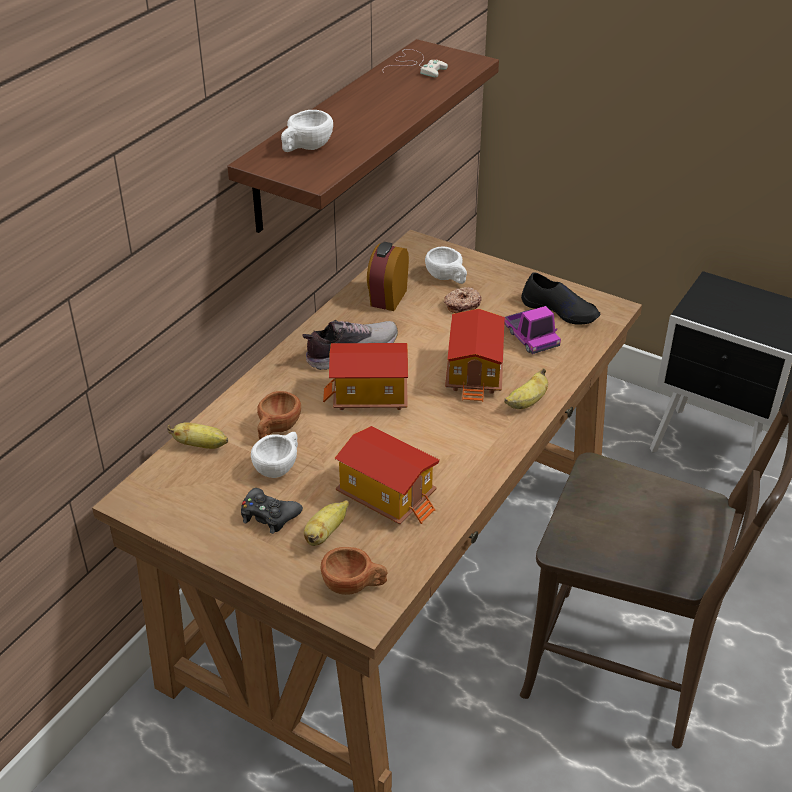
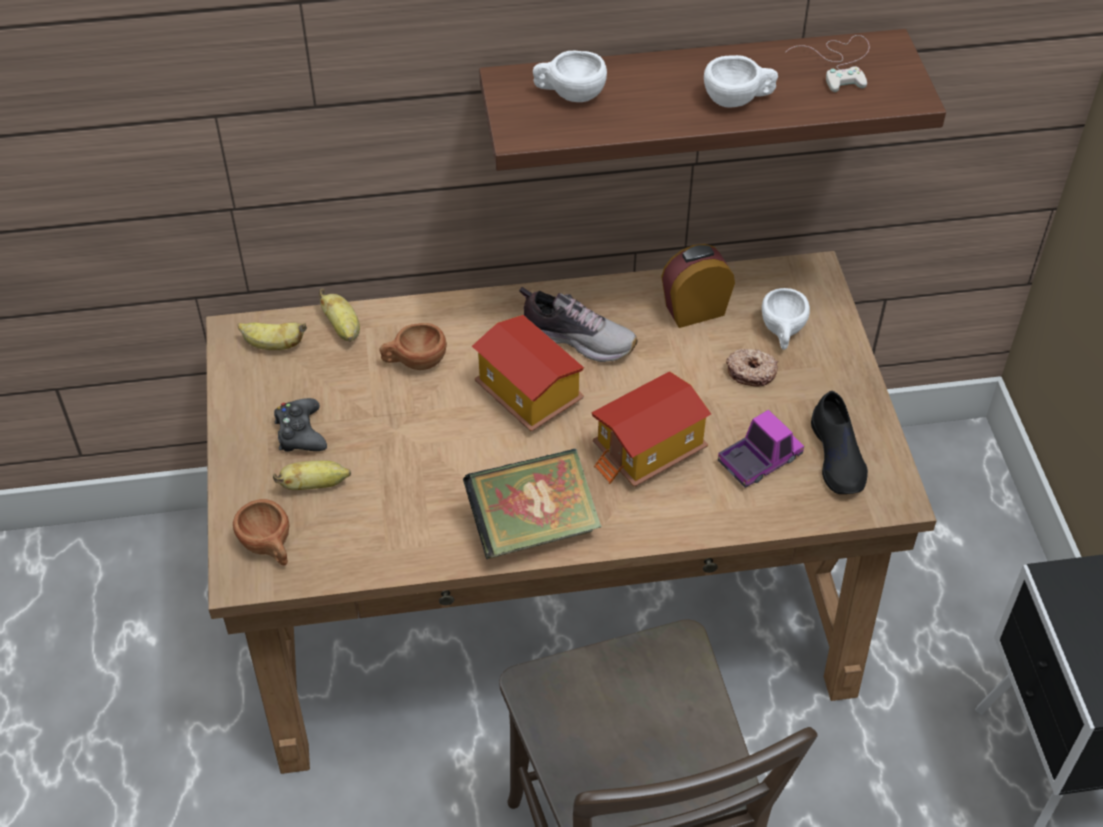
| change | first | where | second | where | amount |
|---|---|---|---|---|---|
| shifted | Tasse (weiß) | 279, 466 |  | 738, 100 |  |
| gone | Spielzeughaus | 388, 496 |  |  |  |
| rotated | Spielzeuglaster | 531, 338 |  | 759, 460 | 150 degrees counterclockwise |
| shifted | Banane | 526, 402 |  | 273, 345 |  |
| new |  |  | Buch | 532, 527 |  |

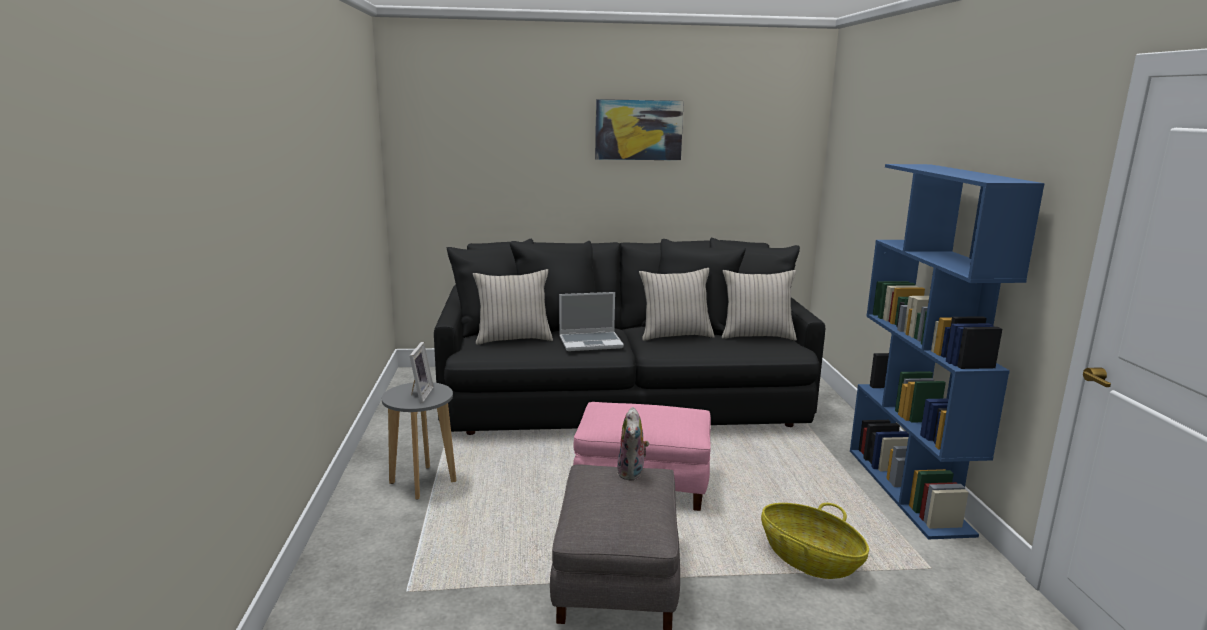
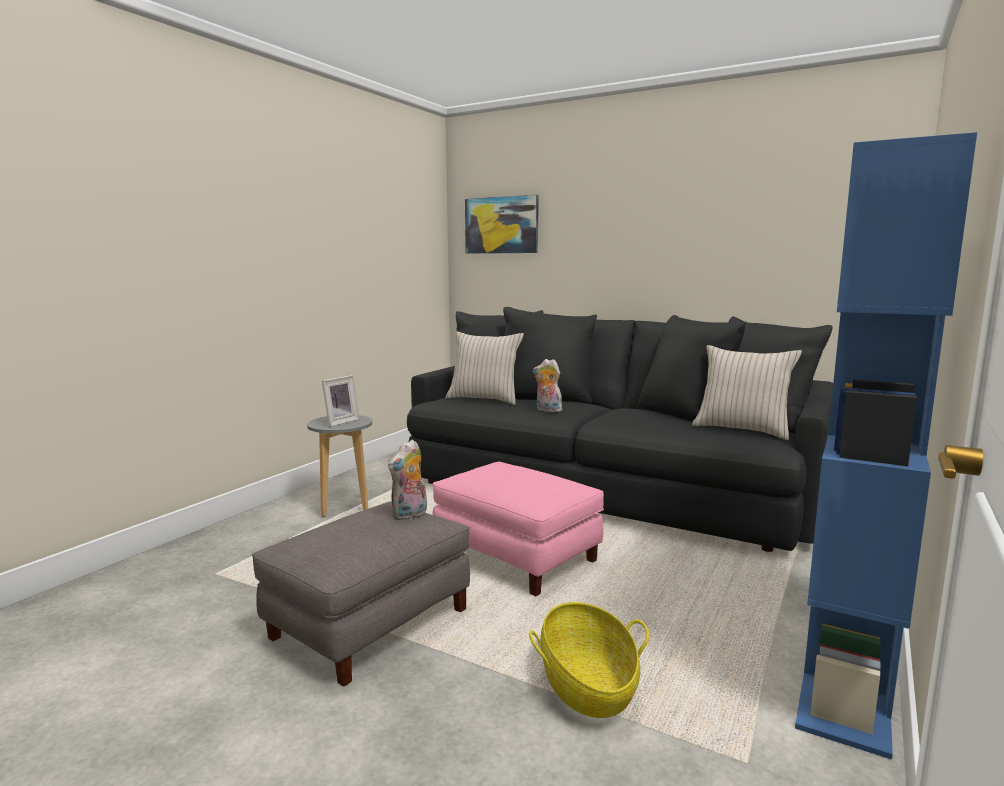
| change | first | where | second | where | amount |
|---|---|---|---|---|---|
| swapped | Laptop | 591, 342 | Plüschtier | 547, 410 |  |
| shifted | Bild | 638, 130 |  | 501, 225 |  |
| gone | Kissen (beige) | 675, 335 |  |  |  |

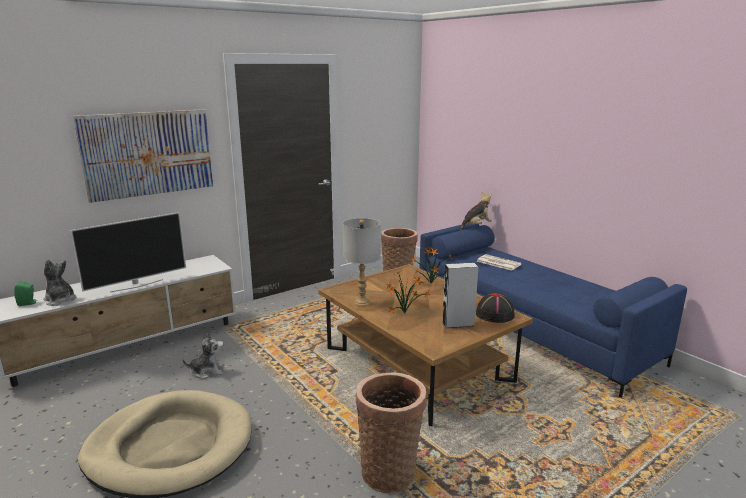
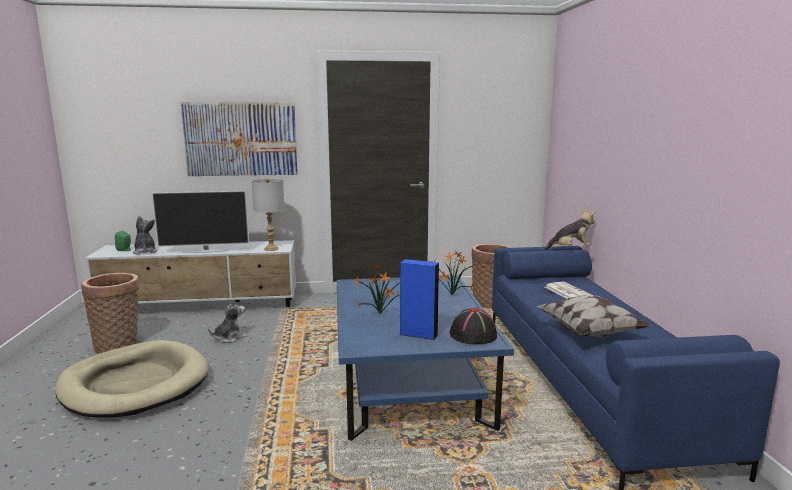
| change | first | where | second | where | amount |
|---|---|---|---|---|---|
| rotated | Plüschtier | 207, 371 |  | 229, 338 | 60 degrees counterclockwise |
| repainted | Couchtisch (braun) | 417, 365 | Couchtisch (blau) | 410, 382 |  |
| shifted | Tischlampe (grau) | 362, 303 |  | 271, 249 |  |
| shifted | Korb | 389, 470 |  | 119, 345 |  |
| repainted | Lautsprecher (grau) | 458, 324 | Lautsprecher (blau) | 418, 334 |  |
| new |  |  | Kissen | 589, 332 |  |

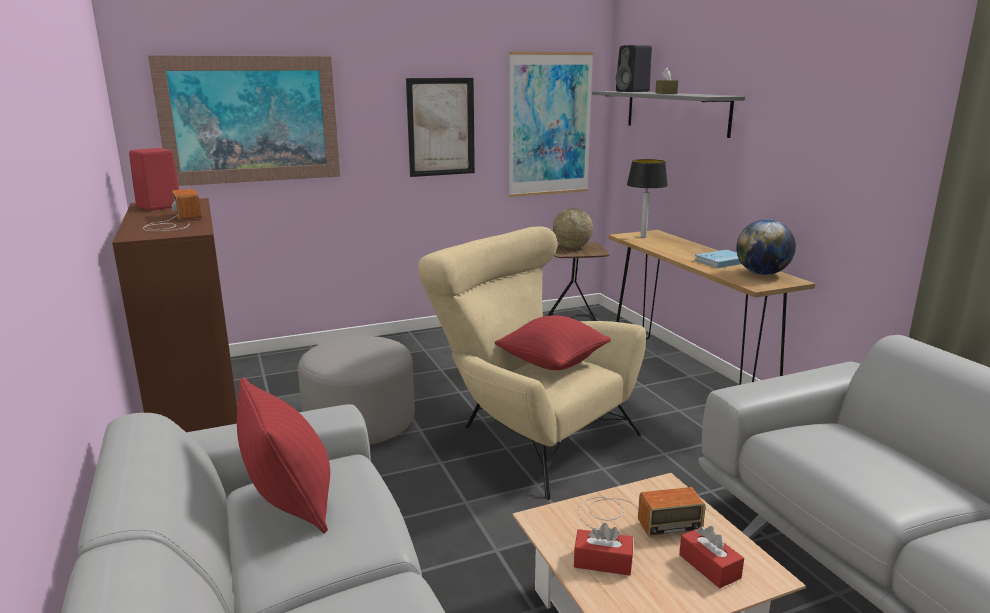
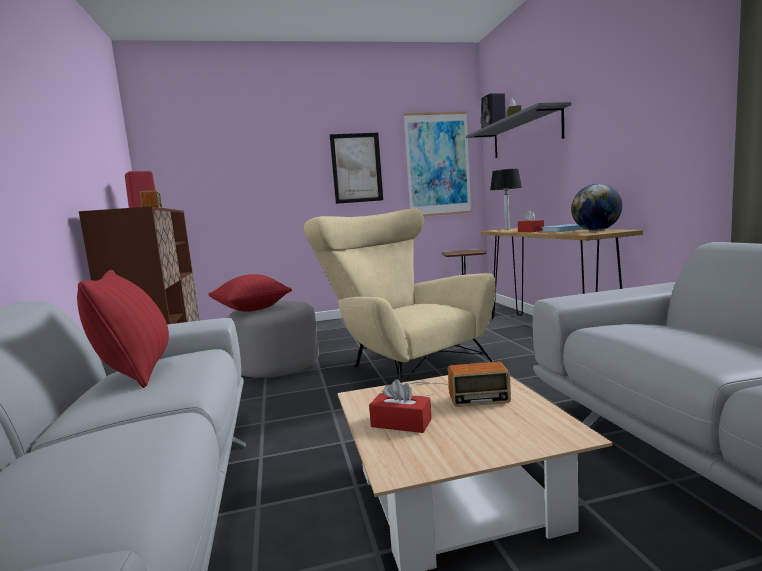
| change | first | where | second | where | amount |
|---|---|---|---|---|---|
| gone | Bild | 250, 120 |  |  |  |
| shifted | Kissen (rot) | 552, 363 |  | 251, 309 |  |
| gone | Globus | 572, 247 |  |  |  |
| shifted | Taschentuchbox (rot) | 709, 566 |  | 530, 231 |  |

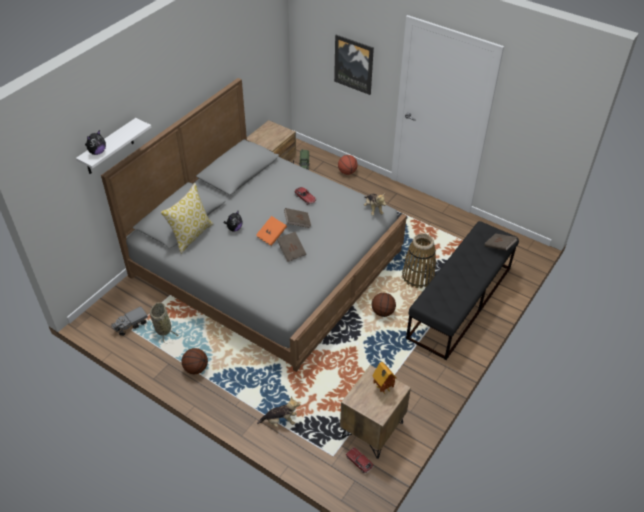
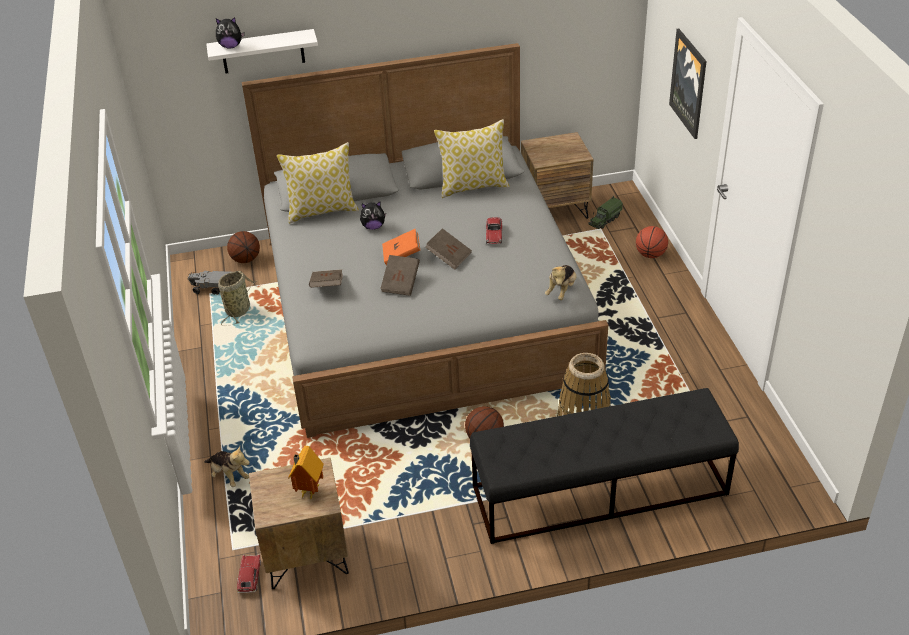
| change | first | where | second | where | amount |
|---|---|---|---|---|---|
| shifted | Basketball | 195, 368 |  | 245, 259 |  |
| shifted | Buch (braun) | 499, 247 |  | 327, 286 |  |
| new |  |  | Kissen | 473, 186 |  |

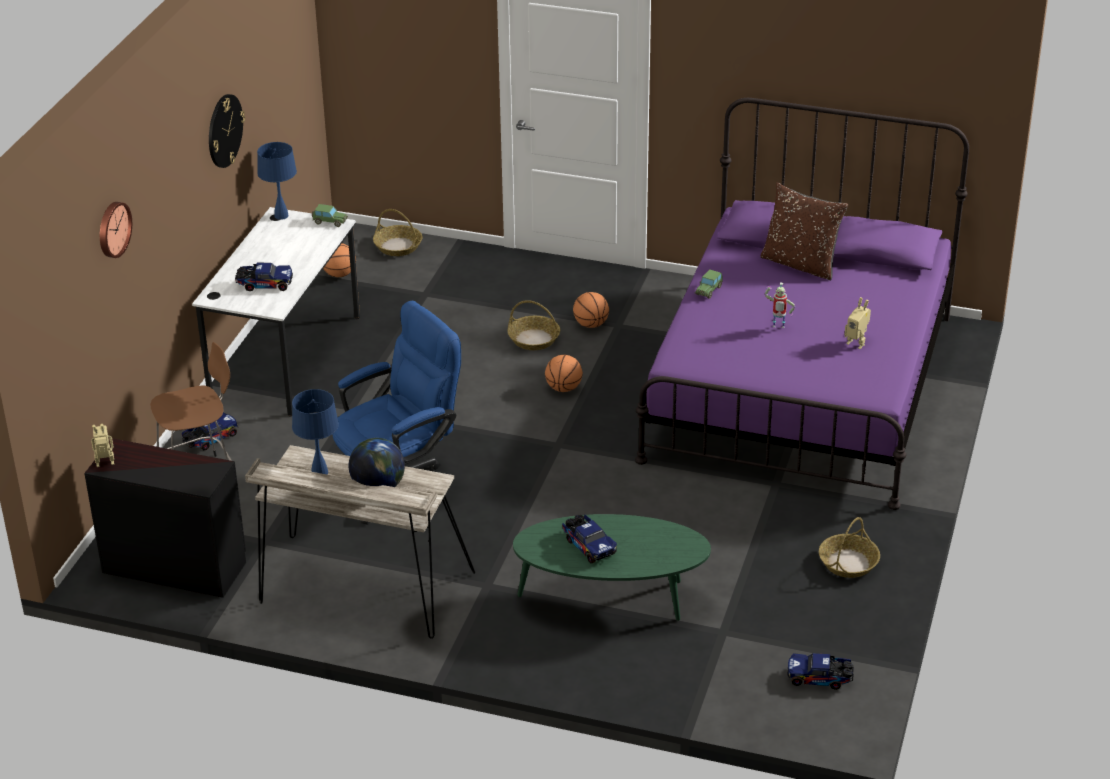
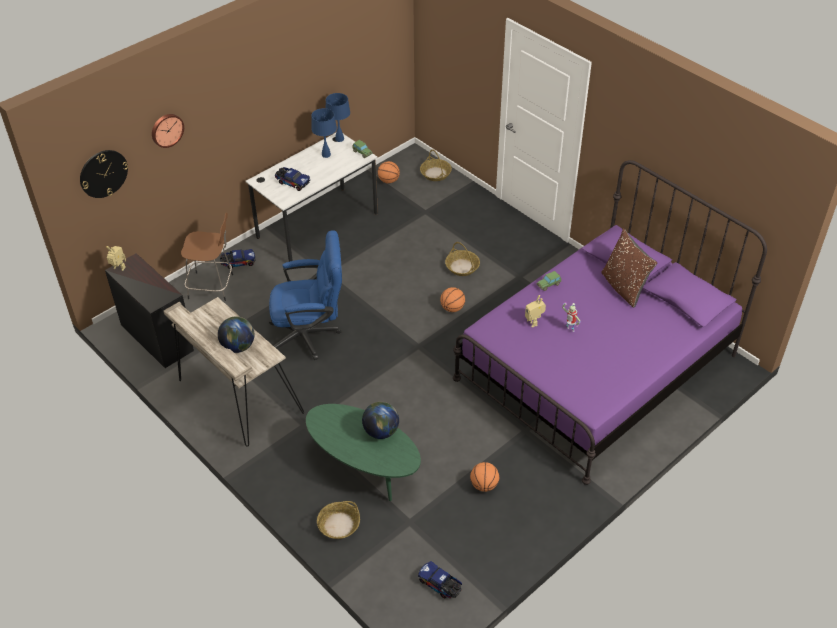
| change | first | where | second | where | amount |
|---|---|---|---|---|---|
| shifted | Wanduhr | 224, 130 |  | 103, 173 |  |
| shifted | Tischlampe (blau) | 320, 473 |  | 326, 155 |  |
| gone | Spielzeuglaster | 588, 545 |  |  |  |
| shifted | Basketball | 591, 324 |  | 484, 485 |  |
| shifted | Korb | 848, 562 |  | 339, 524 |  |
| shifted | Spielzeugroboter | 857, 343 |  | 534, 322 |  |
| new |  |  | Globus | 381, 431 |  |

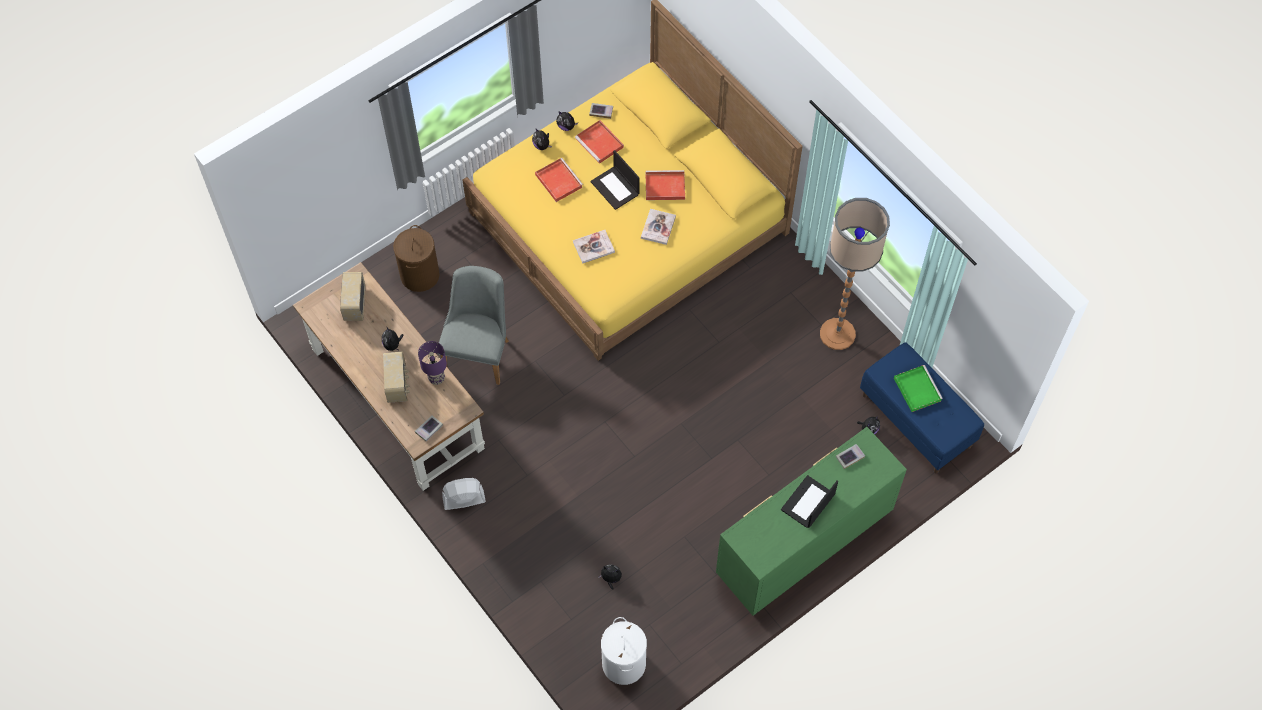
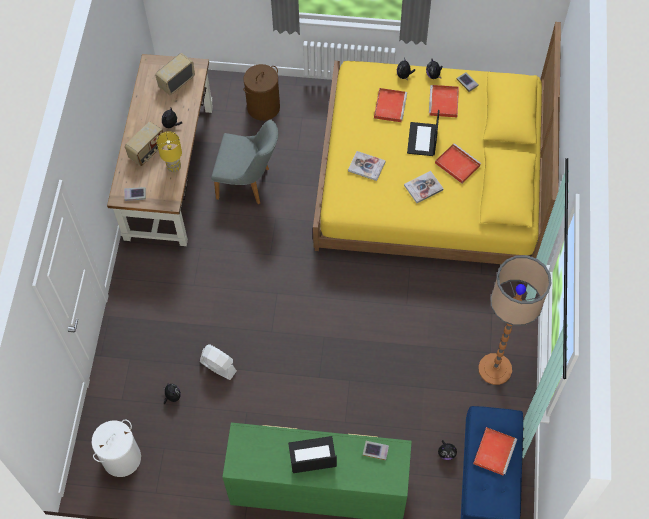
| change | first | where | second | where | amount |
|---|---|---|---|---|---|
| repainted | Tischlampe (lila) | 436, 378 | Tischlampe (gelb) | 173, 167 |  |
| rotated | Stuhl (grau) | 480, 351 |  | 248, 183 | 45 degrees clockwise |
| shifted | Ventilator (weiß) | 464, 500 |  | 218, 366 |  |
| repainted | Tablett (grün) | 916, 389 | Tablett (rot) | 494, 451 |  |

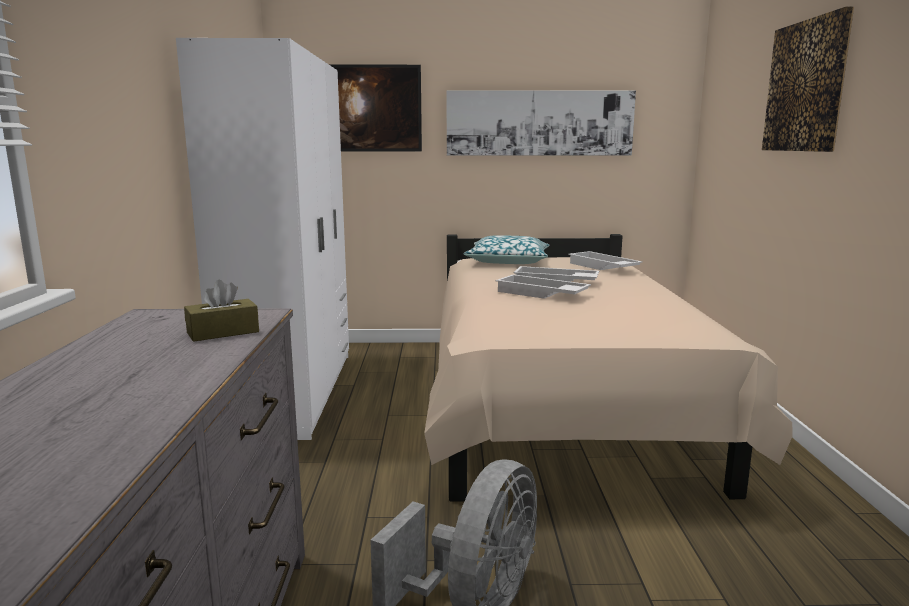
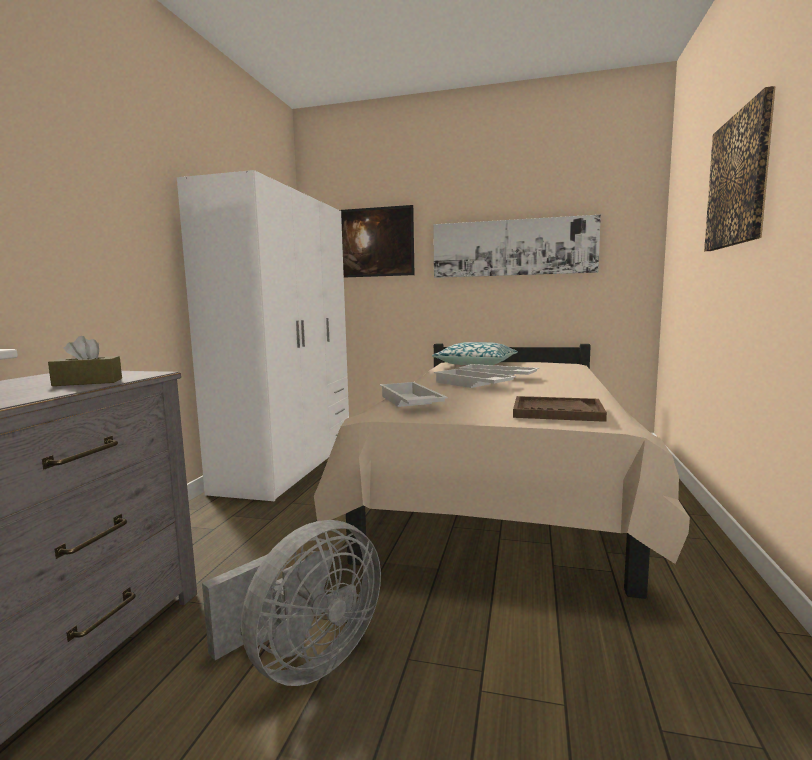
| change | first | where | second | where | amount |
|---|---|---|---|---|---|
| shifted | Tablett (weiß) | 602, 267 |  | 409, 403 |  |
| new |  |  | Tablett (braun) | 557, 412 |  |

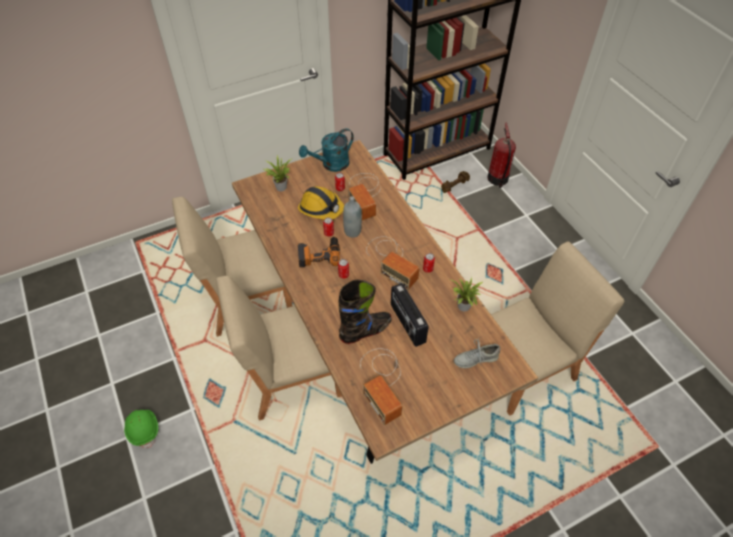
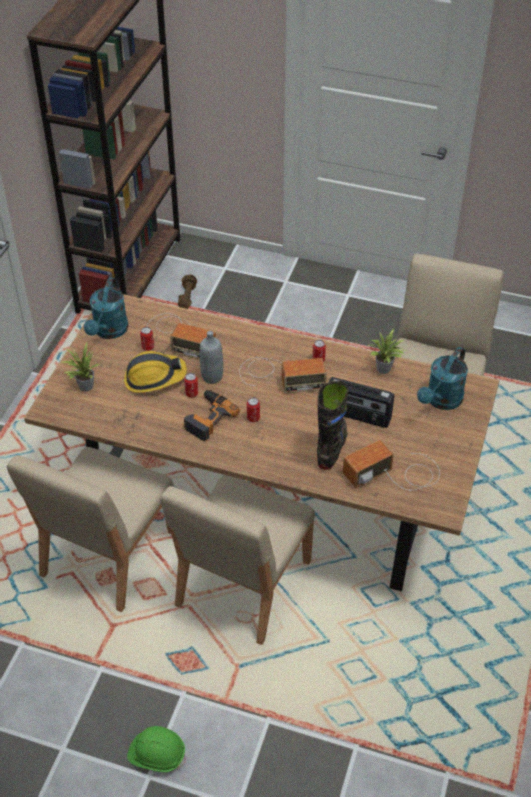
| change | first | where | second | where | amount |
|---|---|---|---|---|---|
| rotated | Radio | 382, 382 |  | 395, 474 | 135 degrees clockwise |
| swapped | Schuh (grau) | 475, 359 | Gießkanne (türkis) | 441, 401 |  |
| gone | Feuerlöscher | 498, 179 |  |  |  |

